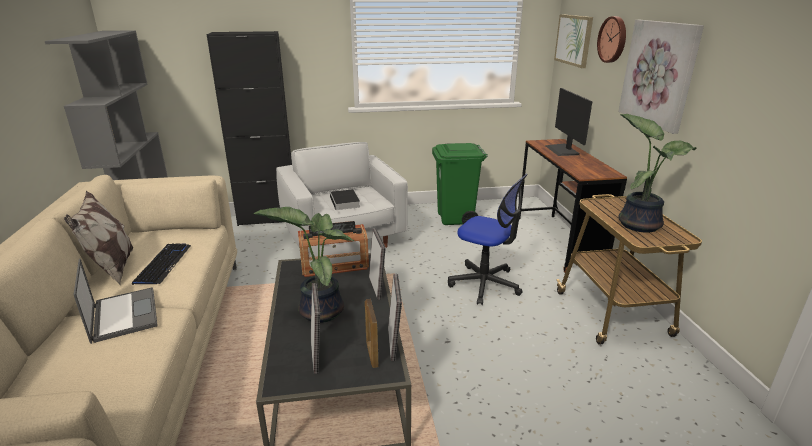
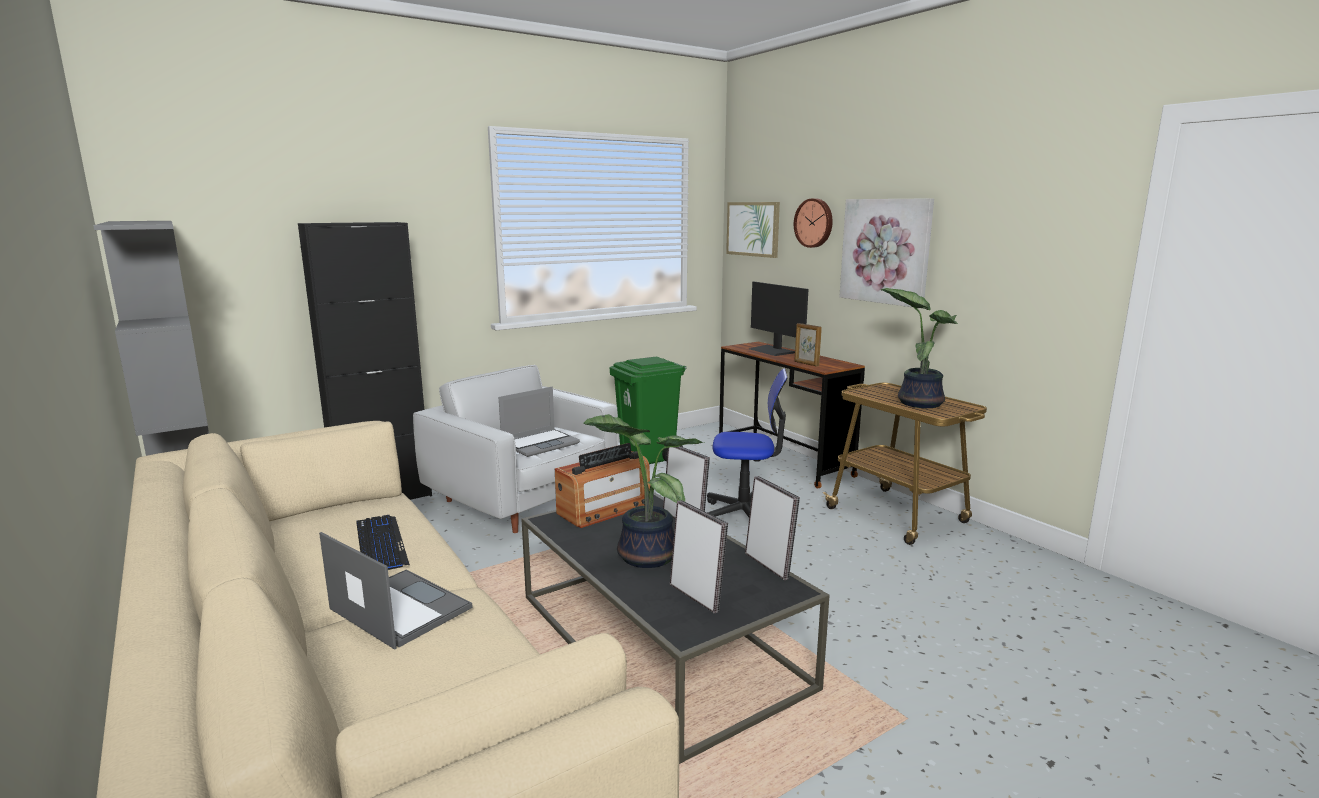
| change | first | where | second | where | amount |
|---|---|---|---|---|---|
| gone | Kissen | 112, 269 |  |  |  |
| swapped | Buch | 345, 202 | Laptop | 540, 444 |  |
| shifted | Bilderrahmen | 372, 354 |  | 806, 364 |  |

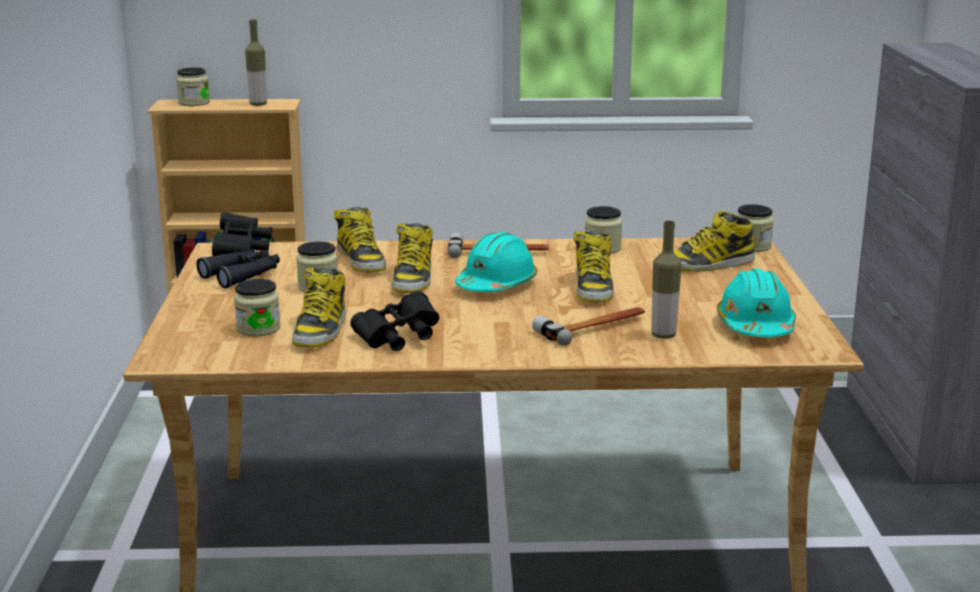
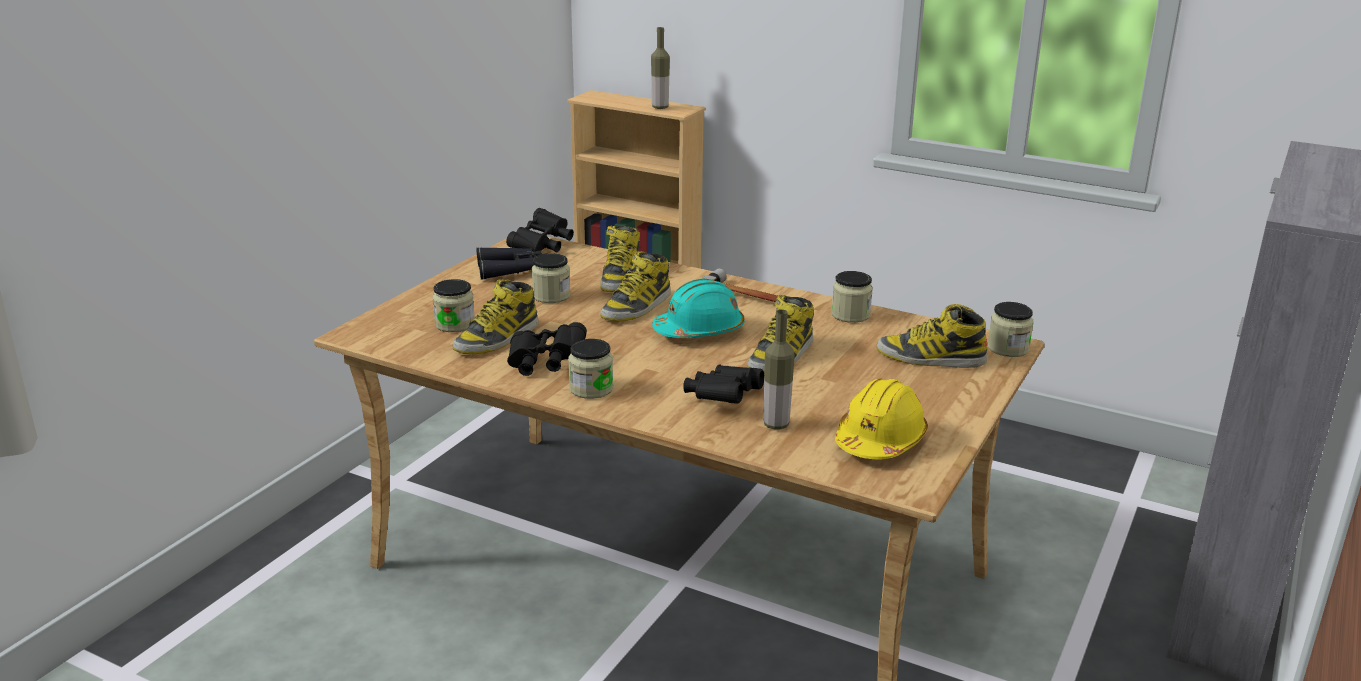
| change | first | where | second | where | amount |
|---|---|---|---|---|---|
| shifted | Vorratsglas | 194, 103 |  | 591, 389 |  |
| swapped | Hammer | 593, 328 | Fernglas (schwarz) | 722, 399 |  |
| repainted | Schutzhelm (türkis) | 755, 326 | Schutzhelm (gelb) | 880, 440 |  |

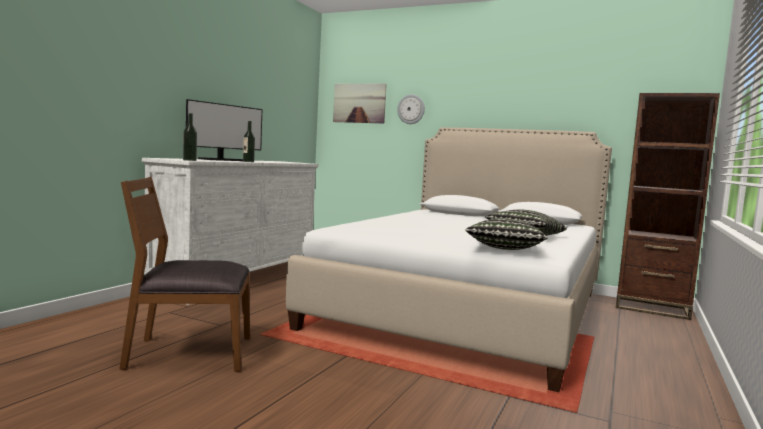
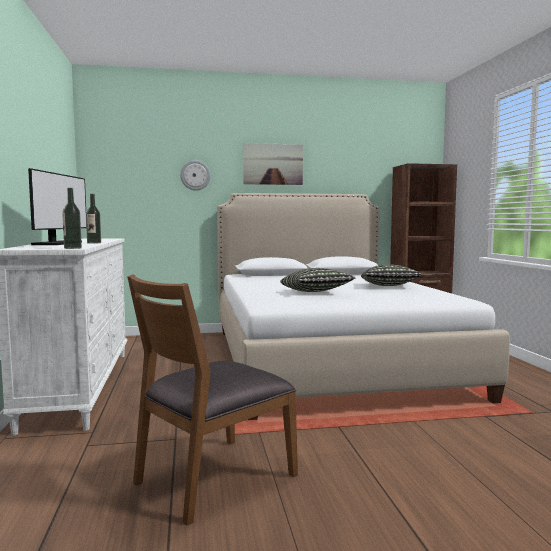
| change | first | where | second | where | amount |
|---|---|---|---|---|---|
| shifted | Bild | 359, 103 |  | 273, 164 |  |
| shifted | Kissen | 505, 250 |  | 315, 292 |  |

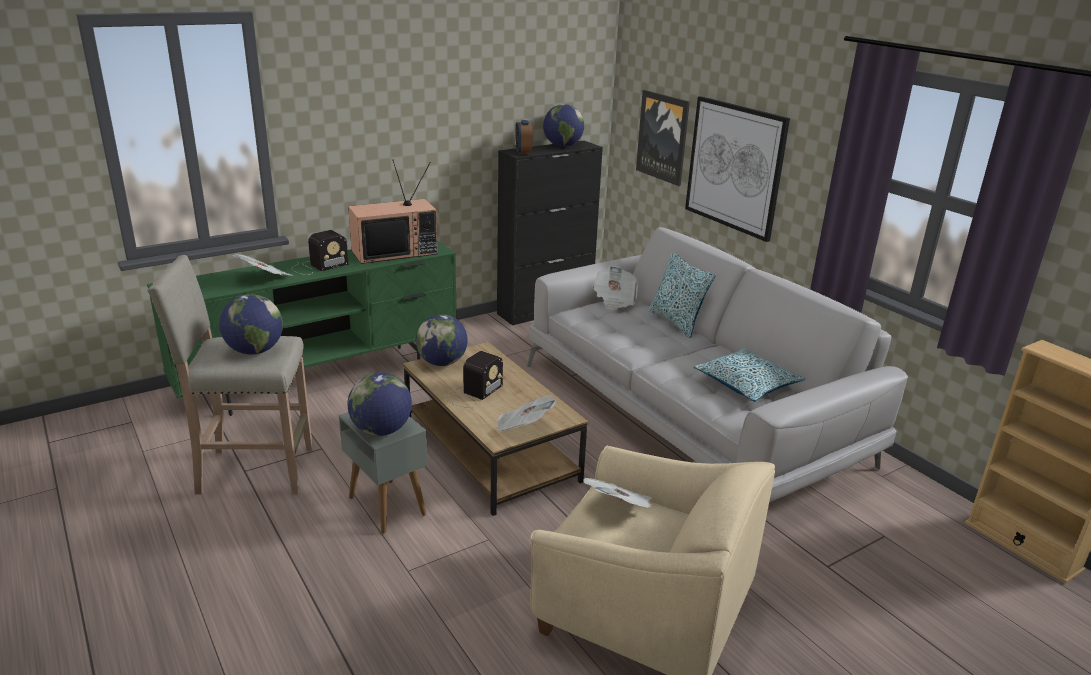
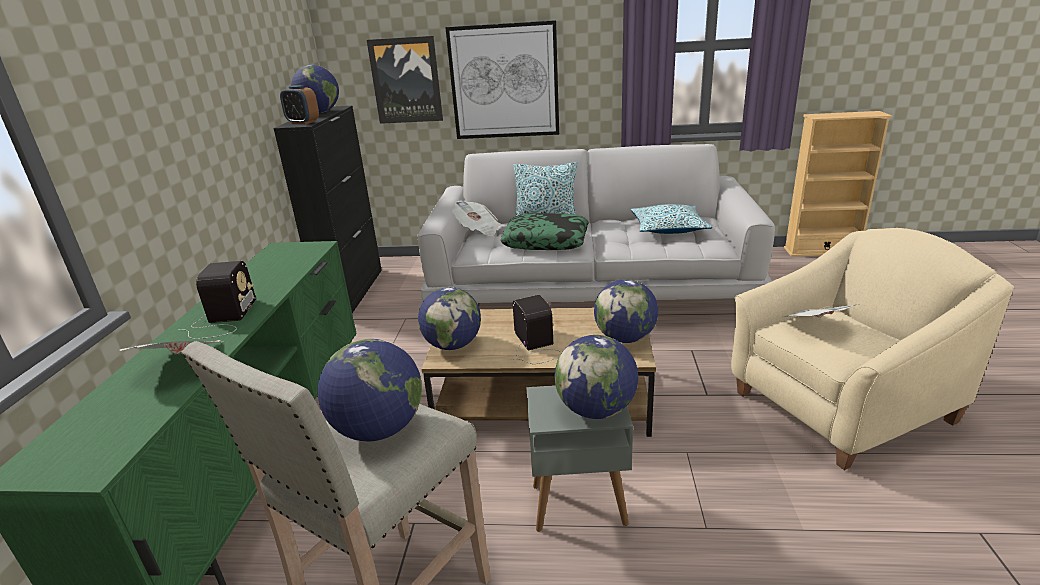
| change | first | where | second | where | amount |
|---|---|---|---|---|---|
| gone | Fernseher | 395, 252 |  |  |  |
| swapped | Zeitung | 523, 427 | Globus | 625, 338 |  |
| new |  |  | Kissen | 546, 241 |  |

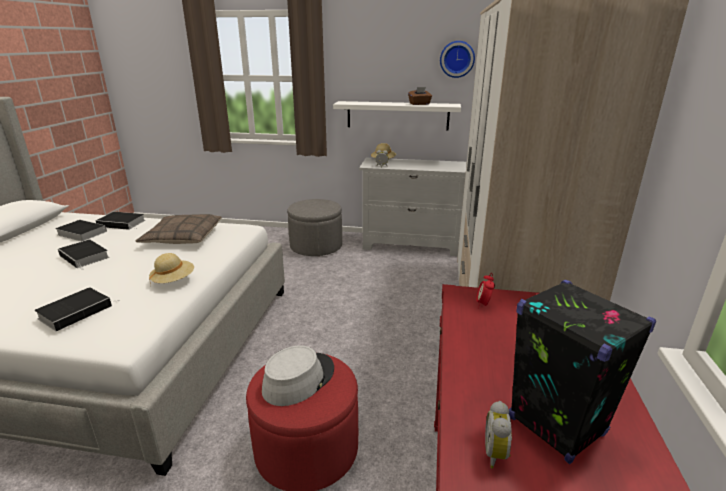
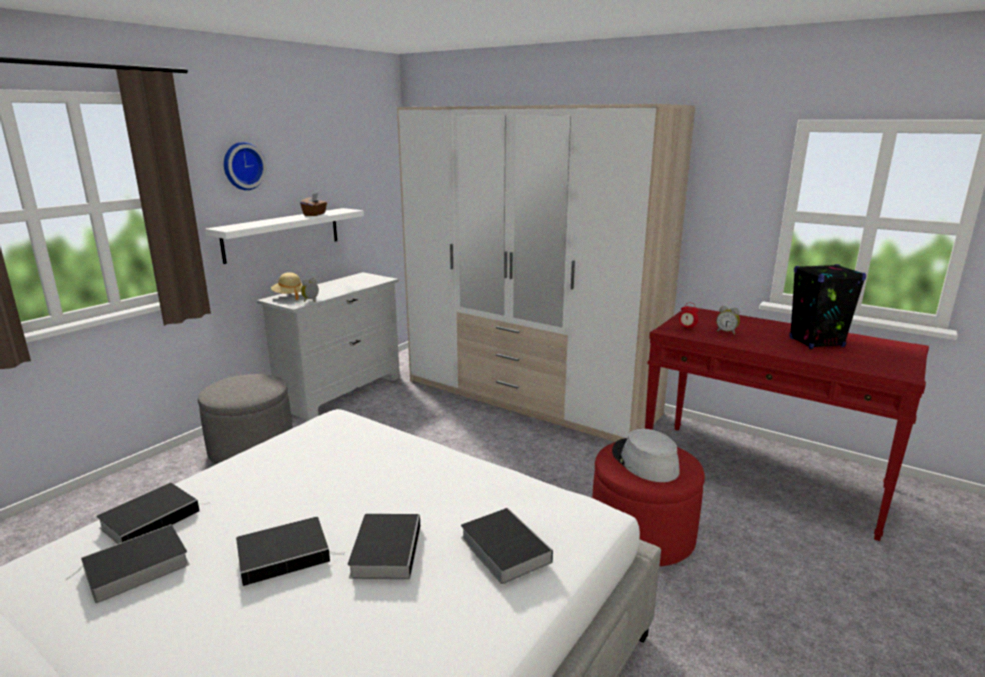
| change | first | where | second | where | amount |
|---|---|---|---|---|---|
| gone | Kissen | 182, 237 |  |  |  |
| gone | Hut (beige) | 173, 281 |  |  |  |
| shifted | Wanduhr | 457, 59 |  | 242, 166 |  |
| shifted | Wecker | 497, 454 |  | 726, 332 |  |
| new |  |  | Buch | 386, 548 |  |

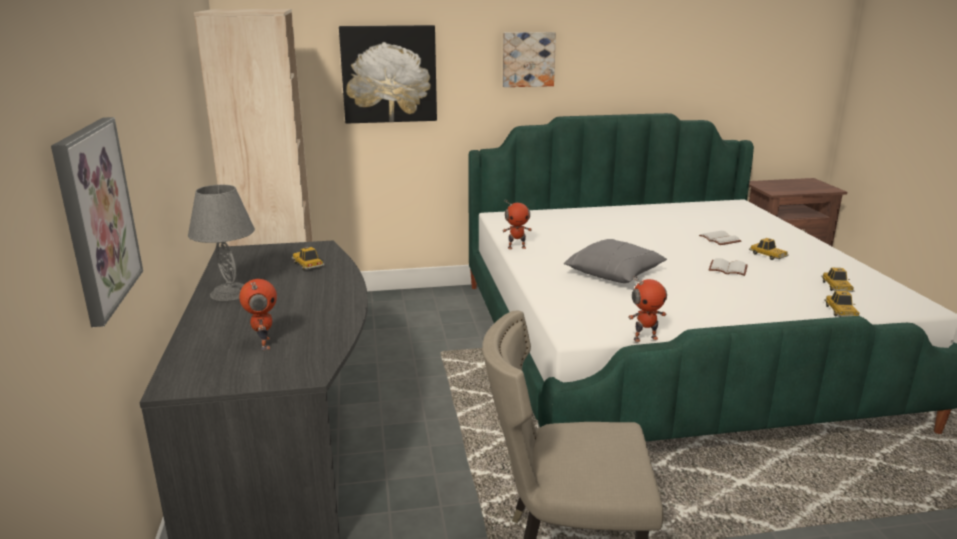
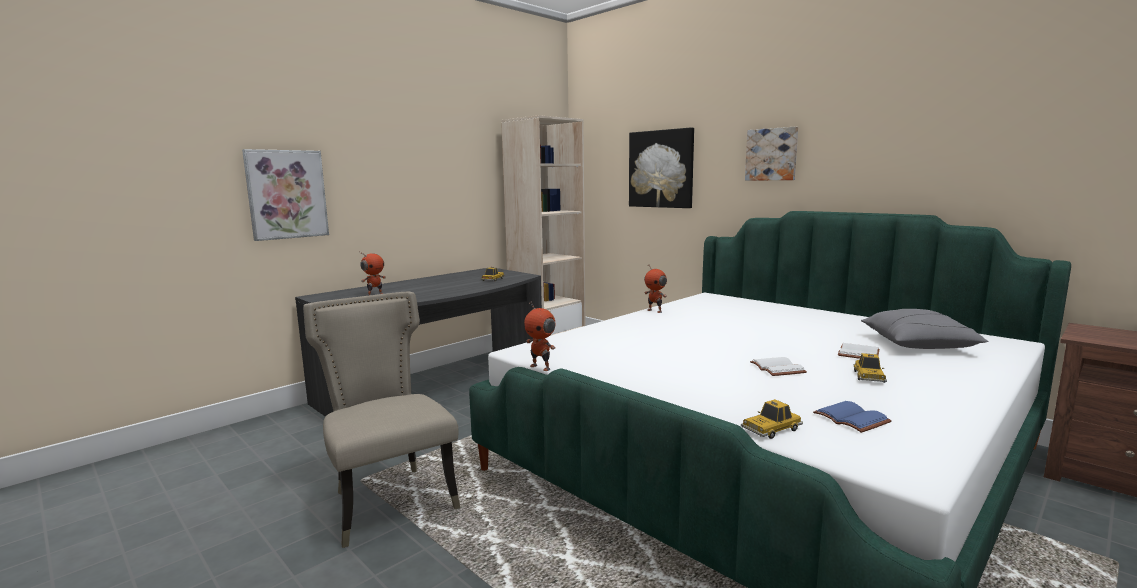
| change | first | where | second | where | amount |
|---|---|---|---|---|---|
| gone | Tischlampe (grau) | 229, 293 |  |  |  |
| shifted | Kissen (grau) | 614, 274 |  | 918, 345 |  |
| swapped | Spielzeugauto | 836, 287 | Buch (blau) | 853, 418 |  |

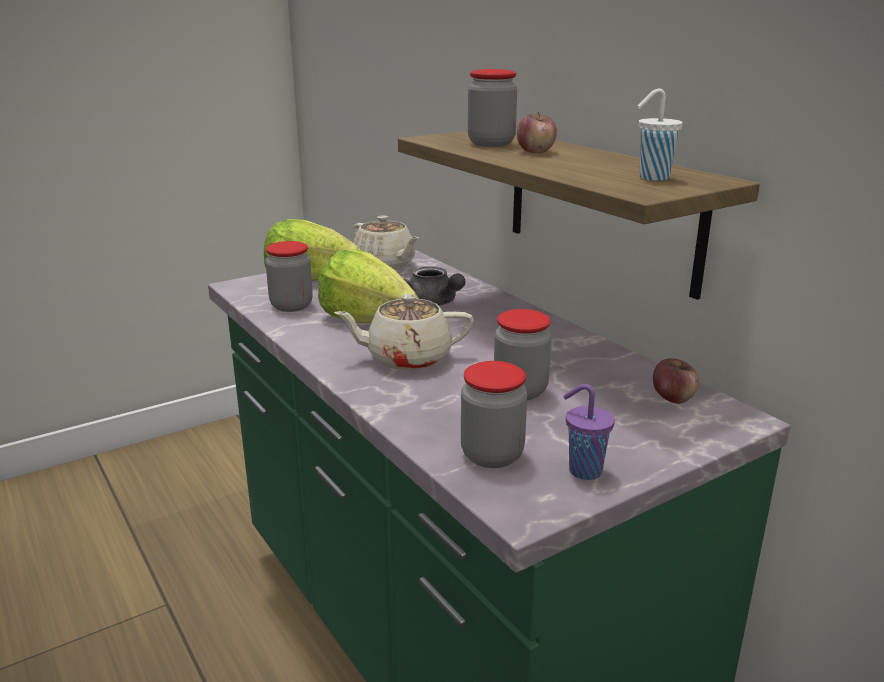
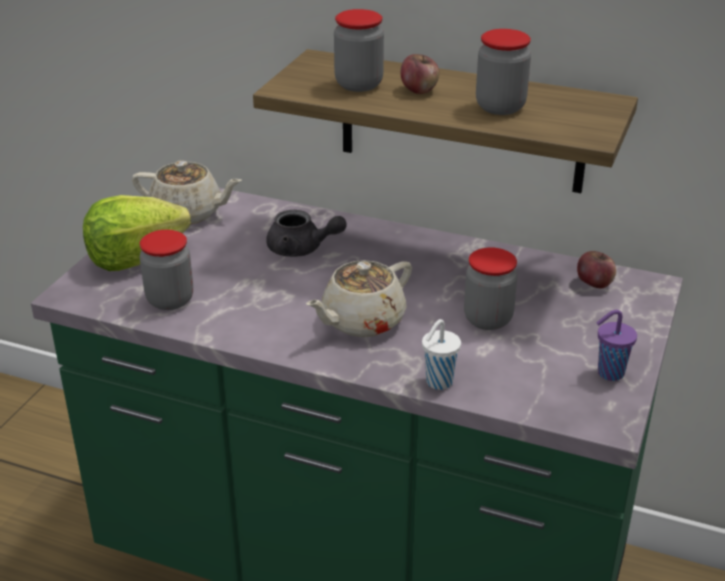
| change | first | where | second | where | amount |
|---|---|---|---|---|---|
| gone | Salatkopf | 366, 319 |  |  |  |
| shifted | Vorratsglas | 492, 455 |  | 500, 107 |  |
| shifted | Tasse (weiß) | 652, 178 |  | 438, 383 |  |

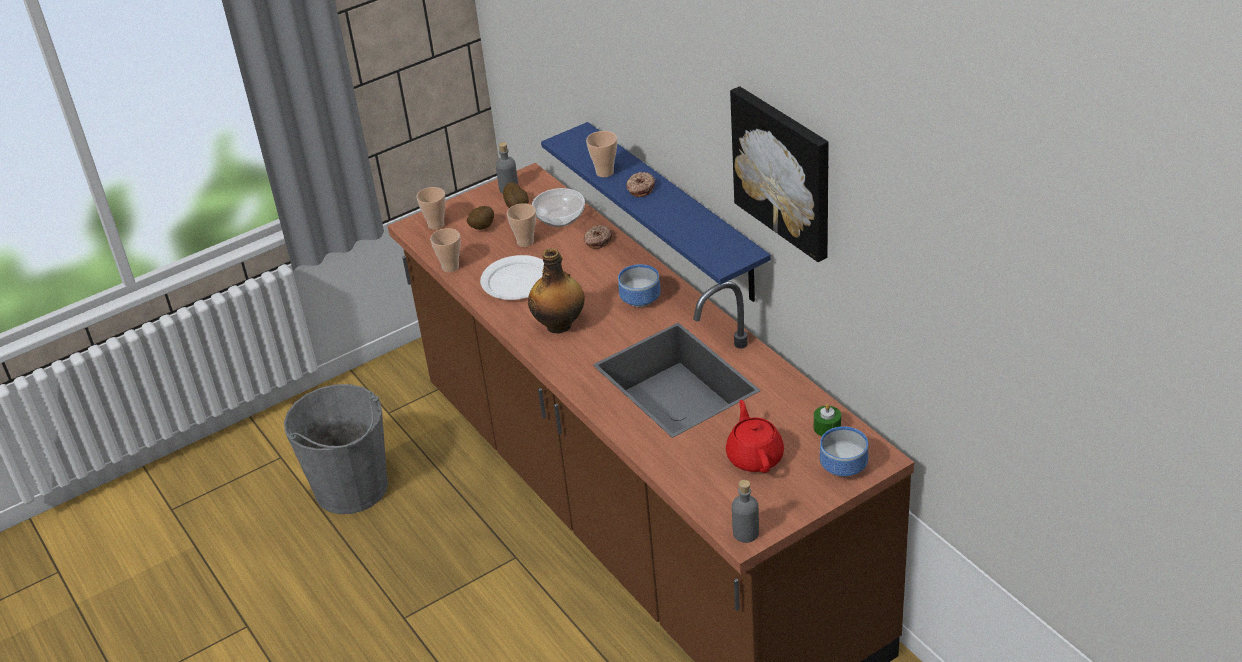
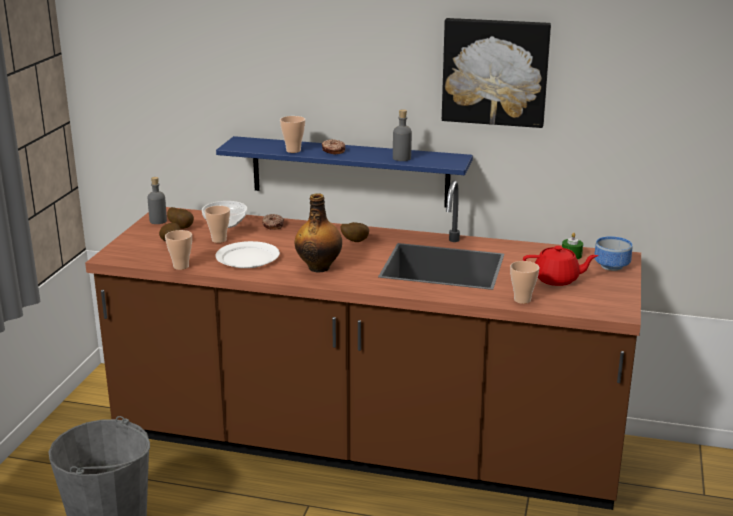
| change | first | where | second | where | amount |
|---|---|---|---|---|---|
| shifted | Tasse | 436, 225 |  | 522, 300 |  |
| swapped | Schüssel | 641, 300 | Kartoffel | 354, 241 |  |
| rotated | Teekanne (rot) | 755, 456 |  | 557, 279 | 150 degrees clockwise |
| shifted | Flasche (grau) | 746, 533 |  | 401, 158 |  |

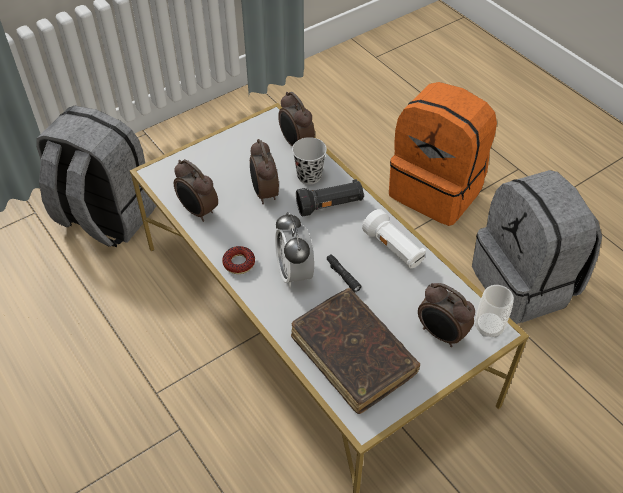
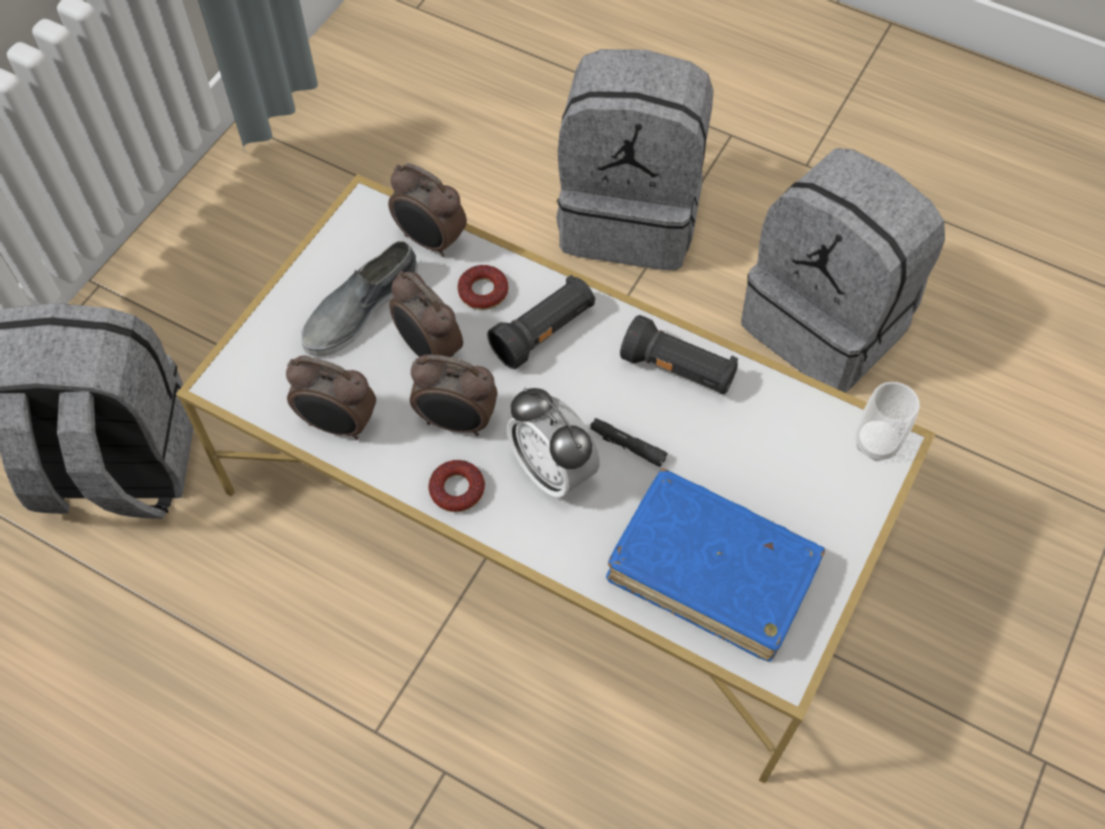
| change | first | where | second | where | amount |
|---|---|---|---|---|---|
| repainted | Buch (braun) | 353, 356 | Buch (blau) | 712, 571 |  |
| swapped | Tasse (schwarz) | 309, 176 | Donut | 483, 292 |  |
| repainted | Taschenlampe (weiß) | 393, 249 | Taschenlampe (schwarz) | 678, 370 |  |
| repainted | Rucksack (orange) | 437, 190 | Rucksack (grau) | 631, 215 |  |
| shifted | Wecker | 441, 334 |  | 456, 422 |  |
| new |  |  | Schuh (grau) | 360, 309 |  |

